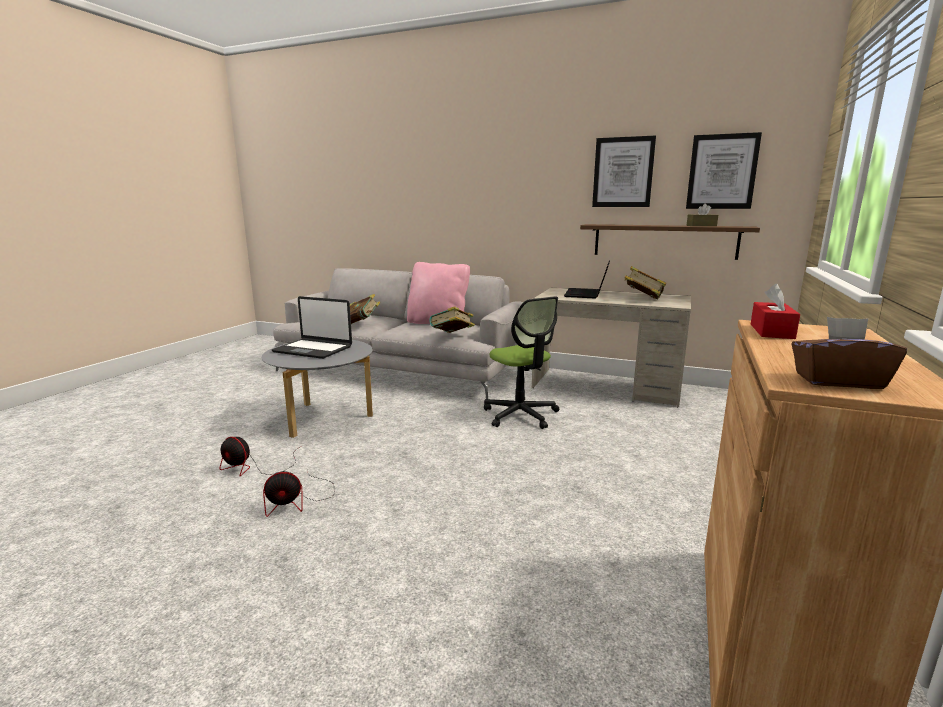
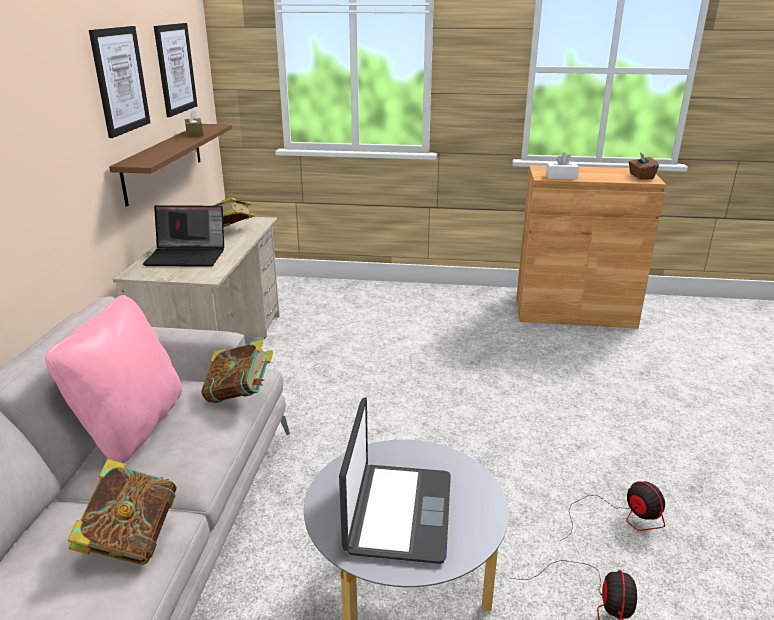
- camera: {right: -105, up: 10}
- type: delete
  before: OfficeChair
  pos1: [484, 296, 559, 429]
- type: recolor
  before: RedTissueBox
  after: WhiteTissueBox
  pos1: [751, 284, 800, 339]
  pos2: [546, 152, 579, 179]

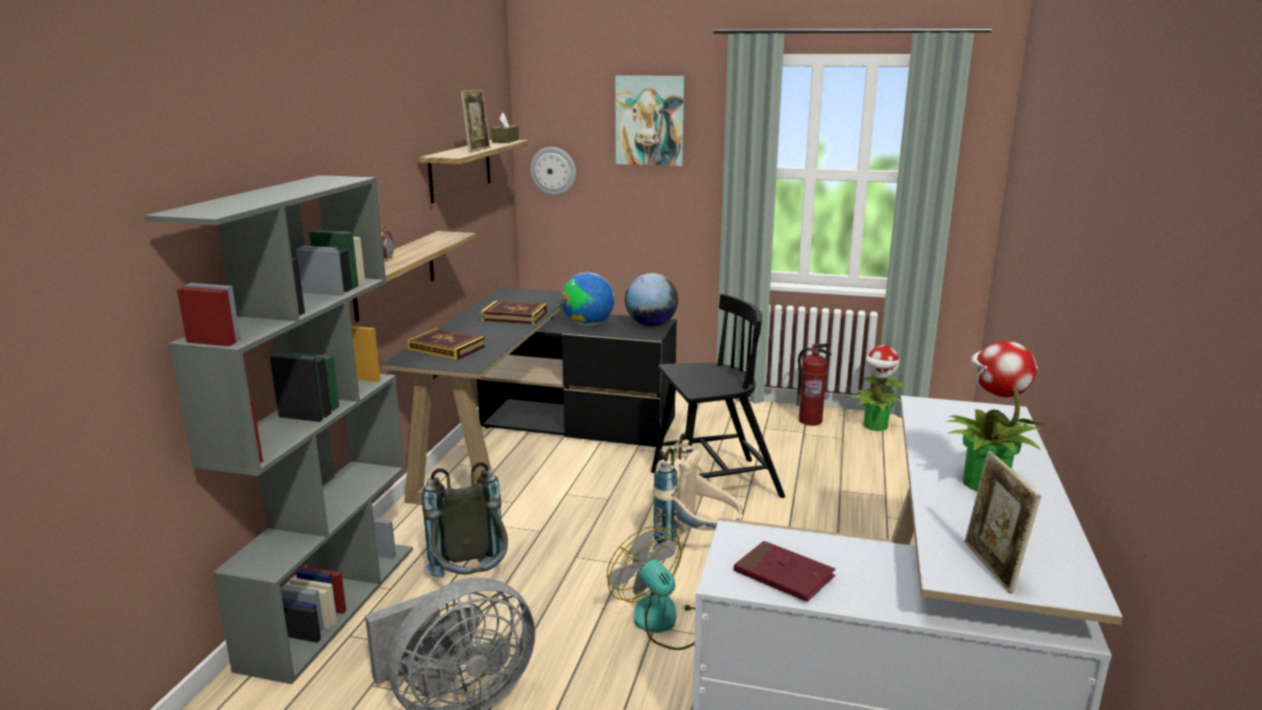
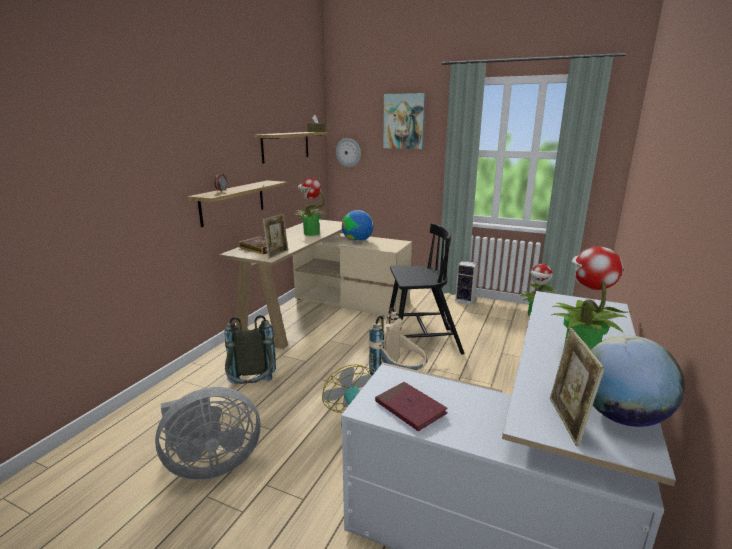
- camera: {right: 10, up: 0}
- type: delete
  before: GreyBookcase
  pos1: [144, 175, 413, 684]
- type: recolor
  before: BlackDesk
  after: BeigeDesk
  pos1: [381, 287, 677, 505]
  pos2: [219, 219, 412, 349]
- type: move
  before: PictureFrame
  pos1: [461, 90, 490, 152]
  pos2: [263, 214, 288, 259]
- type: replace
  before: Book
  after: PottedPlant
  pos1: [480, 301, 547, 324]
  pos2: [293, 178, 326, 236]
- type: move
  before: Globe
  pos1: [625, 273, 678, 327]
  pos2: [591, 335, 685, 427]
- type: delete
  before: FireExtinguisher
  pos1: [797, 343, 832, 426]
- type: insert
  after: Speaker
  pos2: [455, 261, 479, 305]

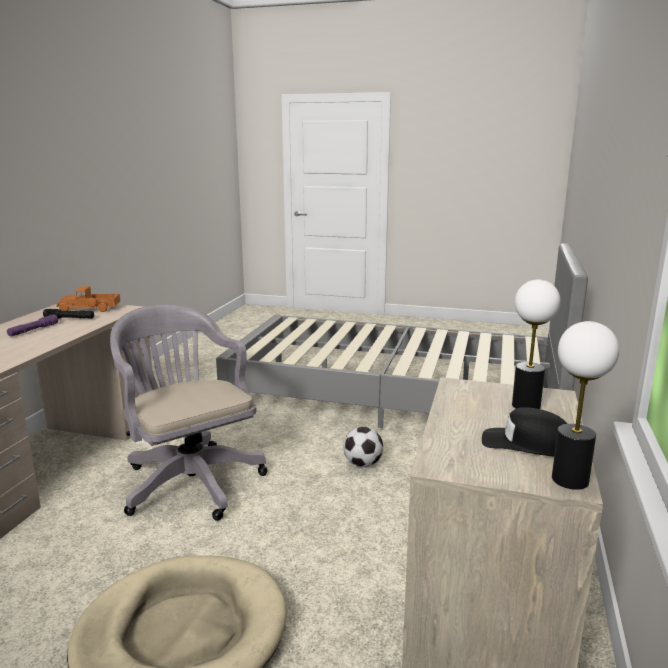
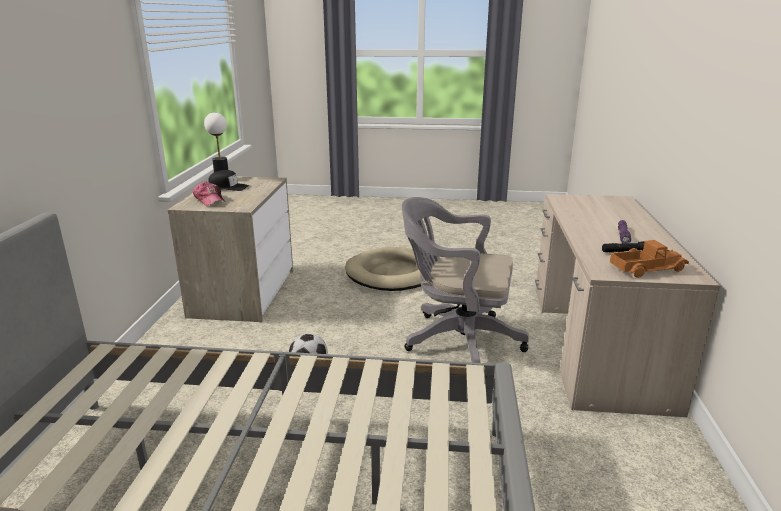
- camera: {right: 170, up: 5}
- type: rotate
  before: GreyOfficeChair
  pos1: [110, 304, 268, 521]
  pos2: [402, 197, 529, 363]
  turn: 150
- type: replace
  before: TableLamp
  after: Cap
  pos1: [512, 279, 561, 409]
  pos2: [193, 181, 226, 206]

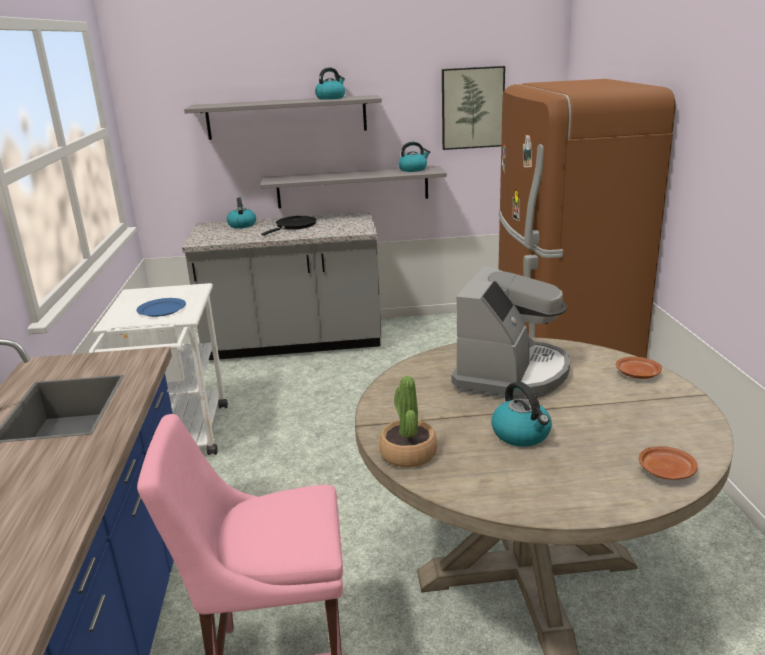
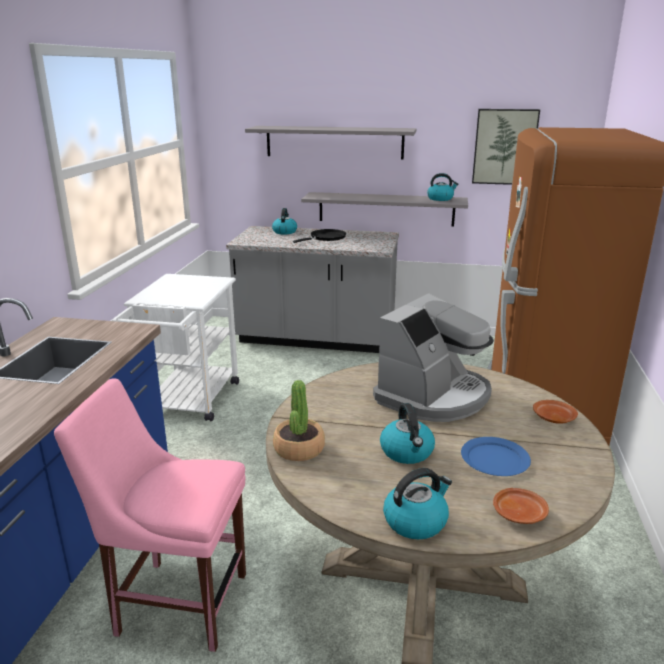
- camera: {right: 15, up: 0}
- type: move
  before: BluePlate
  pos1: [136, 298, 186, 317]
  pos2: [461, 437, 531, 476]
- type: move
  before: Kettle
  pos1: [315, 68, 345, 100]
  pos2: [383, 468, 452, 539]

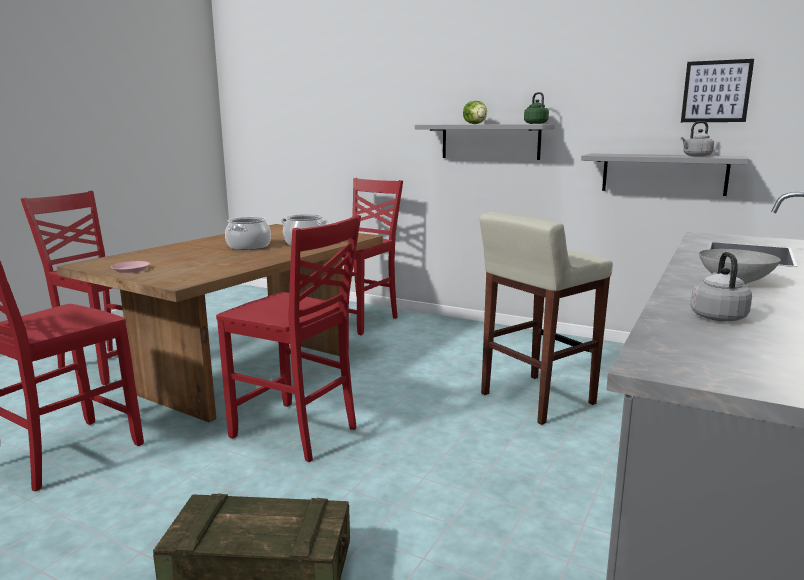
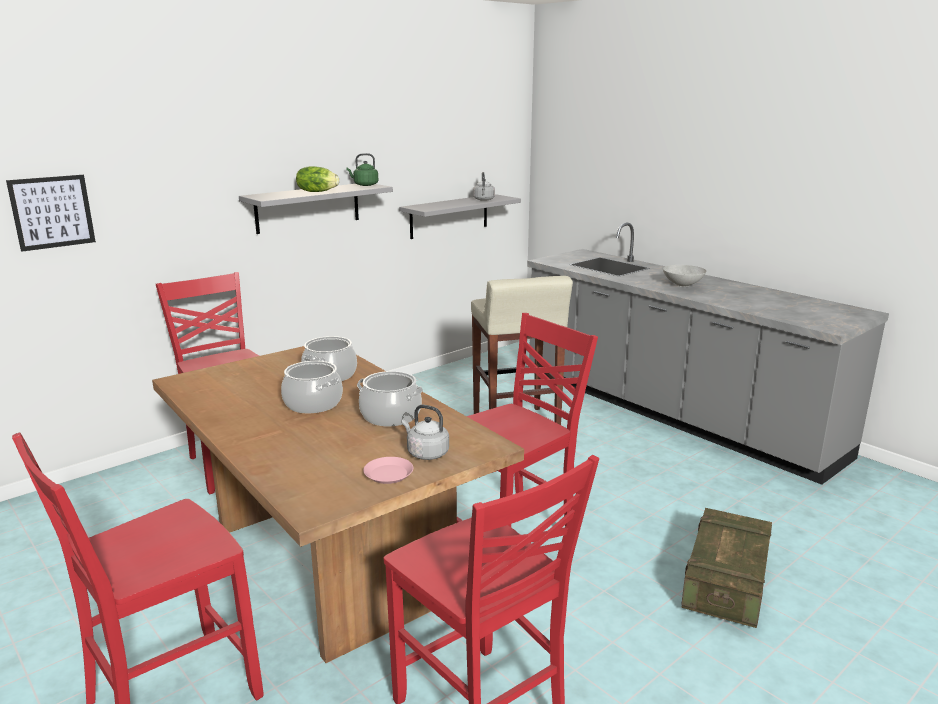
- camera: {right: -70, up: 5}
- type: move
  before: Picture
  pos1: [681, 59, 754, 122]
  pos2: [6, 175, 96, 252]
- type: move
  before: GreyKettle
  pos1: [690, 252, 752, 321]
  pos2: [402, 405, 449, 460]
- type: insert
  after: CookingPot
  pos2: [357, 371, 423, 426]

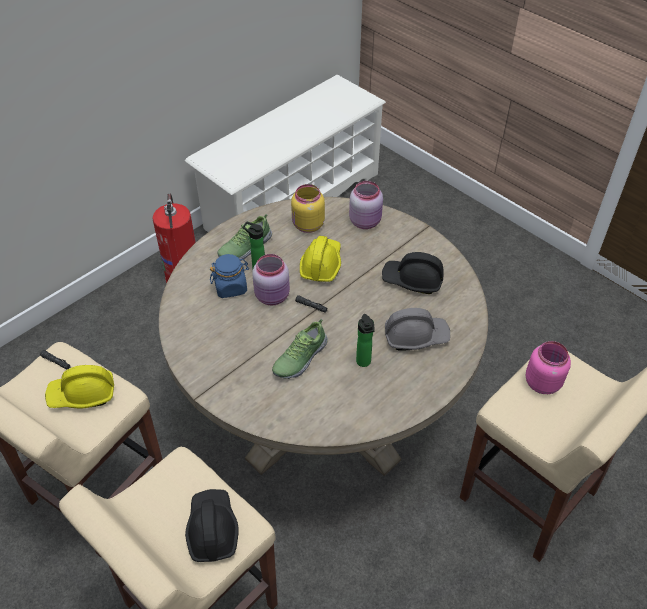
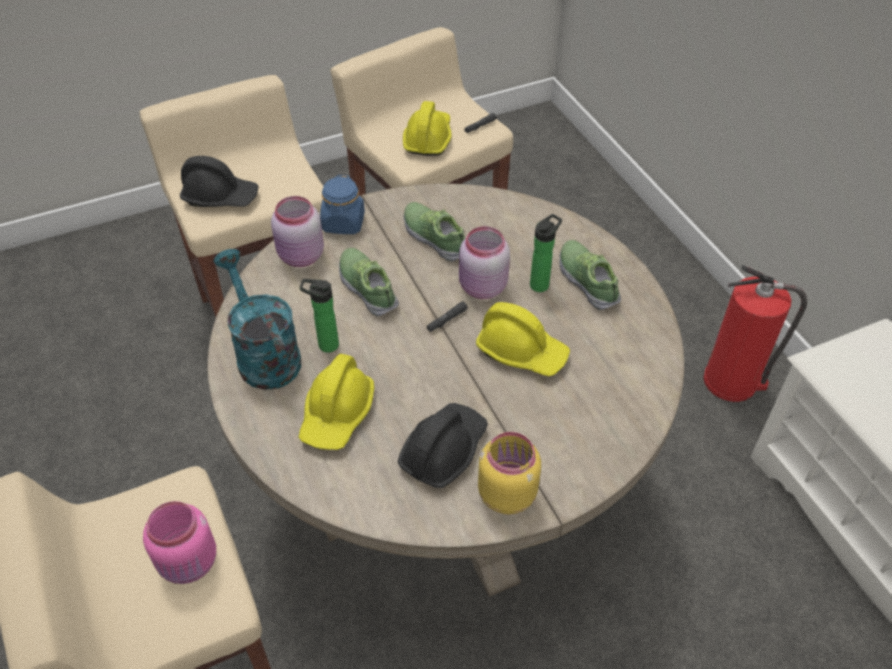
- camera: {right: 110, up: 0}
- type: move
  before: BlueJar
  pos1: [210, 254, 249, 298]
  pos2: [320, 175, 365, 234]
- type: move
  before: YellowJar
  pos1: [291, 184, 325, 233]
  pos2: [478, 432, 541, 515]
- type: move
  before: PinkJar
  pos1: [349, 181, 383, 229]
  pos2: [271, 196, 324, 267]
- type: recolor
  before: GreyHardHat
  after: YellowHardHat
  pos1: [385, 308, 450, 351]
  pos2: [299, 354, 374, 450]
- type: insert
  after: TurquoiseWateringCan
  pos2: [213, 249, 301, 390]
- type: insert
  after: Shoe
  pos2: [404, 202, 465, 262]

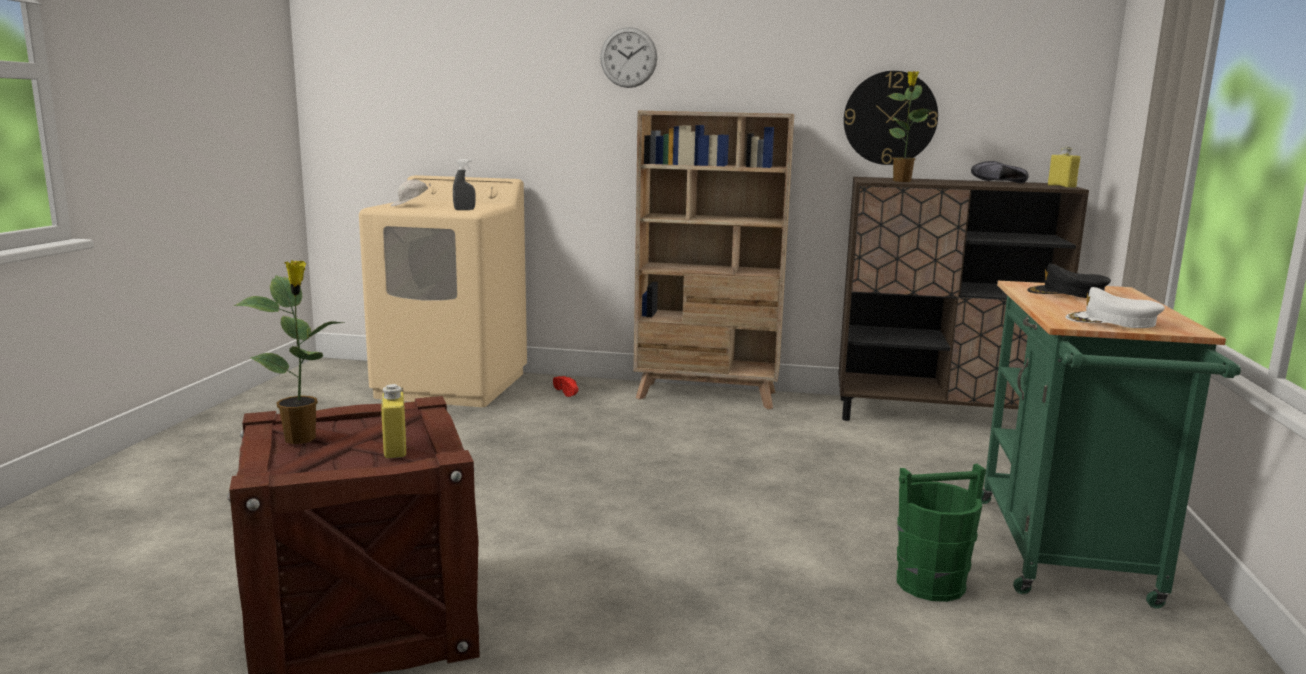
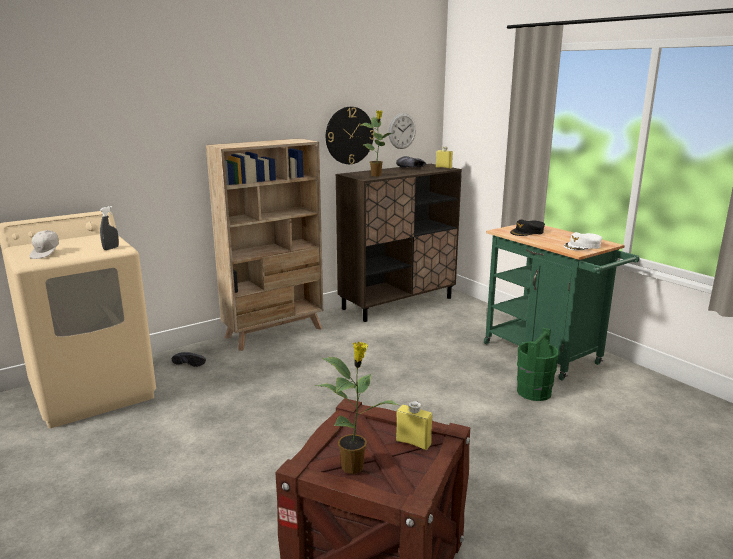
- camera: {right: -45, up: 5}
- type: recolor
  before: RedShoe
  after: BlackShoe
  pos1: [553, 376, 578, 397]
  pos2: [172, 352, 206, 367]
- type: move
  before: WallClock
  pos1: [600, 27, 657, 88]
  pos2: [388, 113, 416, 149]

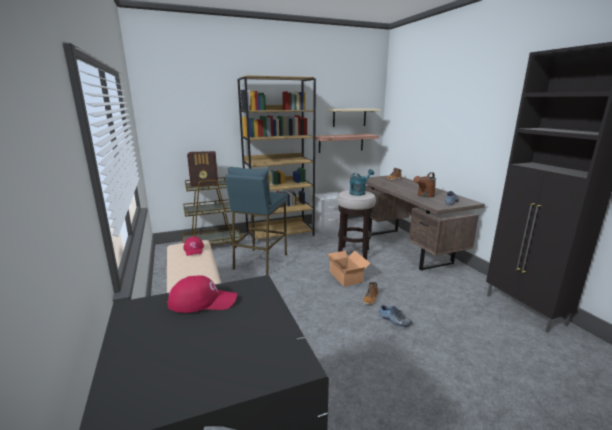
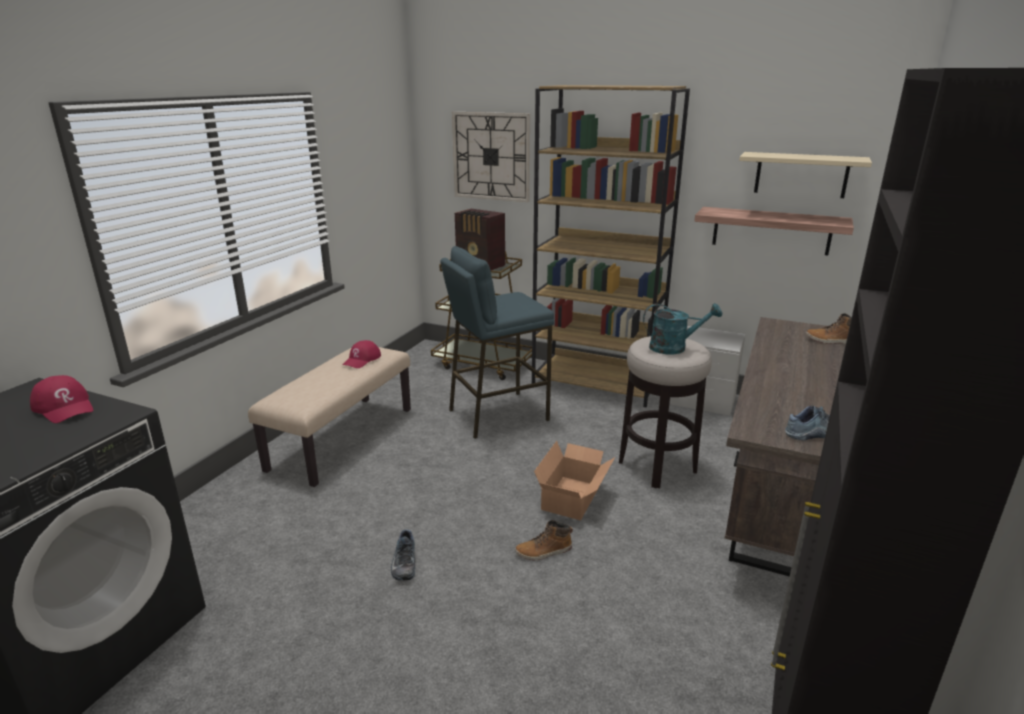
- camera: {right: 45, up: 5}
- type: move
  before: Shoe
  pos1: [379, 305, 412, 327]
  pos2: [391, 529, 415, 580]
- type: delete
  before: BrownWateringCan
  pos1: [414, 172, 436, 197]
- type: insert
  after: WallClock
  pos2: [452, 112, 530, 202]

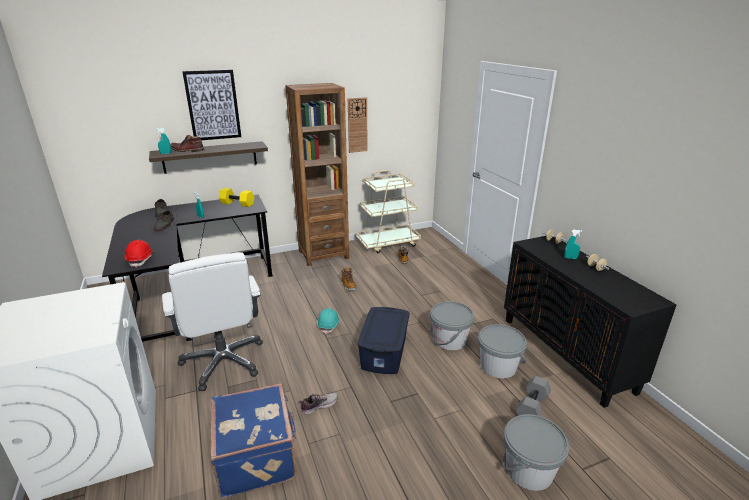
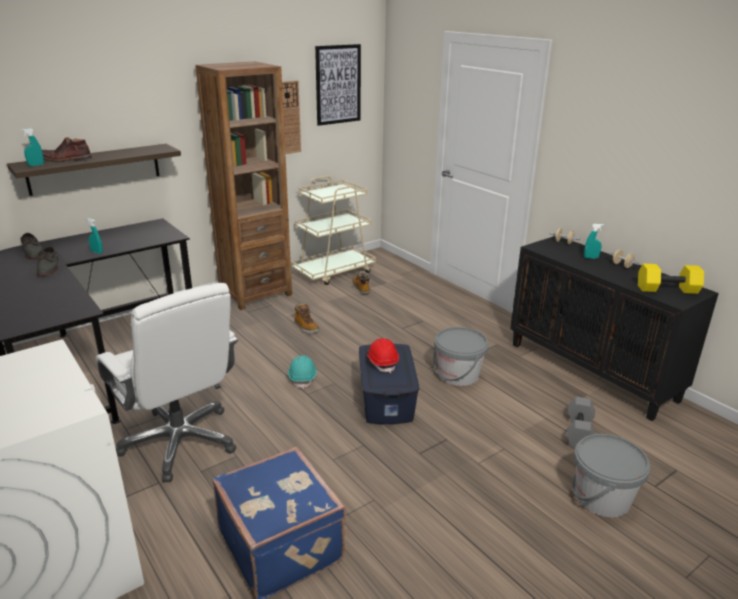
- camera: {right: -15, up: 0}
- type: move
  before: RedHardHat
  pos1: [125, 240, 155, 268]
  pos2: [366, 338, 399, 373]
- type: move
  before: Picture
  pos1: [182, 70, 241, 140]
  pos2: [315, 44, 361, 126]
- type: move
  before: YellowDumbbell
  pos1: [219, 188, 254, 207]
  pos2: [638, 264, 704, 294]
- type: delete
  before: Shoe
  pos1: [299, 393, 338, 415]
- type: delete
  before: GreyBucket
  pos1: [478, 324, 527, 379]

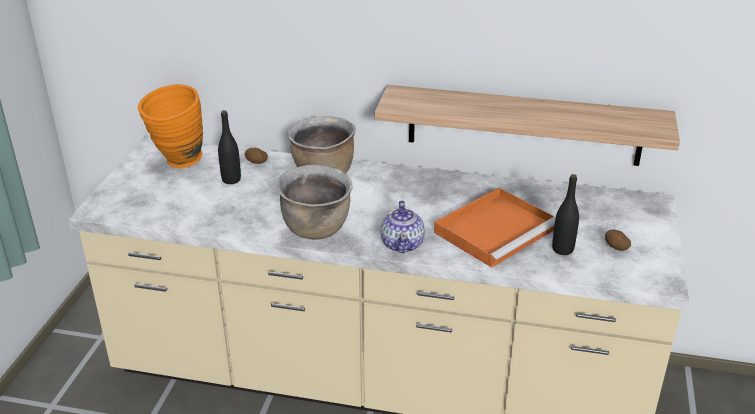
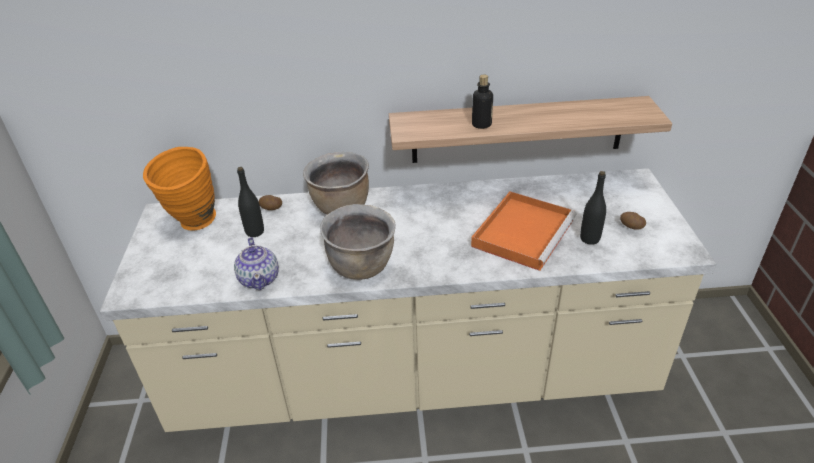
- camera: {right: -15, up: 5}
- type: move
  before: Teapot
  pos1: [380, 201, 425, 253]
  pos2: [234, 237, 279, 290]
- type: insert
  after: Bottle
  pos2: [472, 75, 493, 129]

